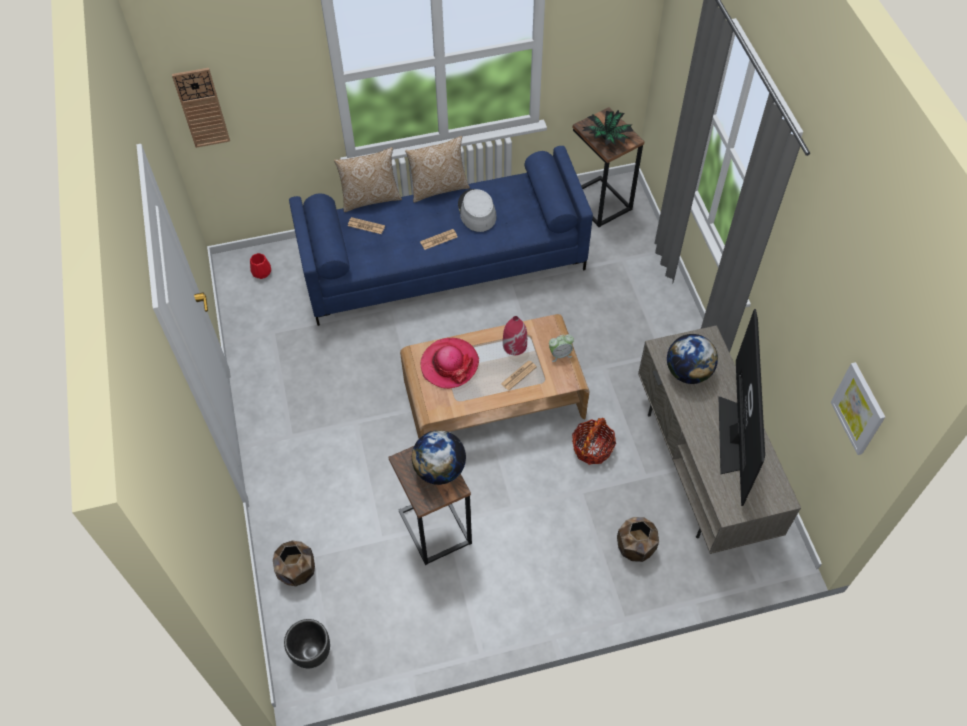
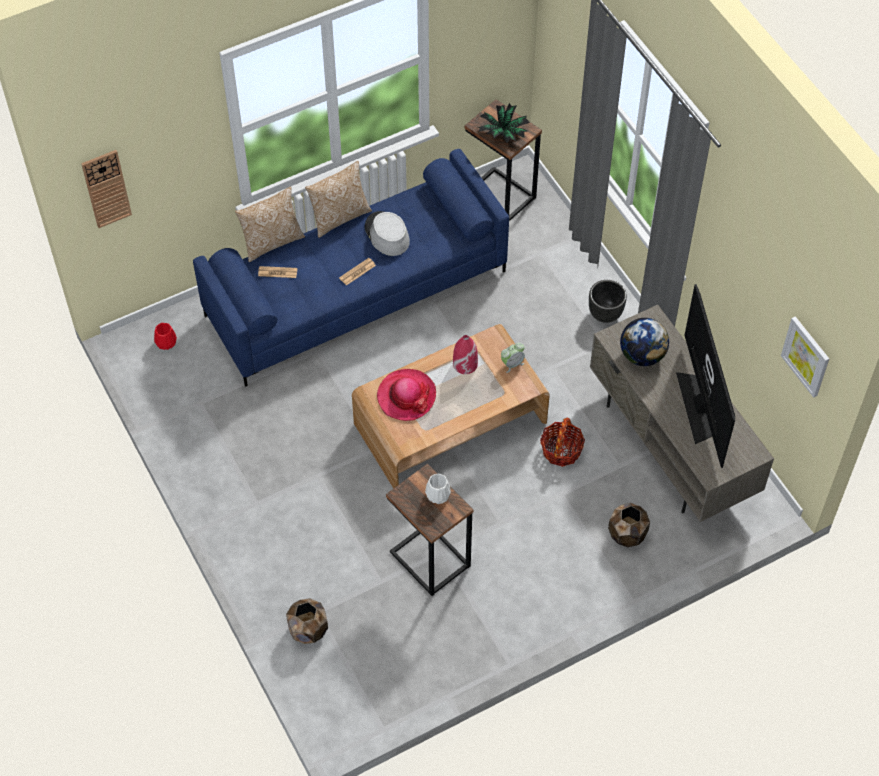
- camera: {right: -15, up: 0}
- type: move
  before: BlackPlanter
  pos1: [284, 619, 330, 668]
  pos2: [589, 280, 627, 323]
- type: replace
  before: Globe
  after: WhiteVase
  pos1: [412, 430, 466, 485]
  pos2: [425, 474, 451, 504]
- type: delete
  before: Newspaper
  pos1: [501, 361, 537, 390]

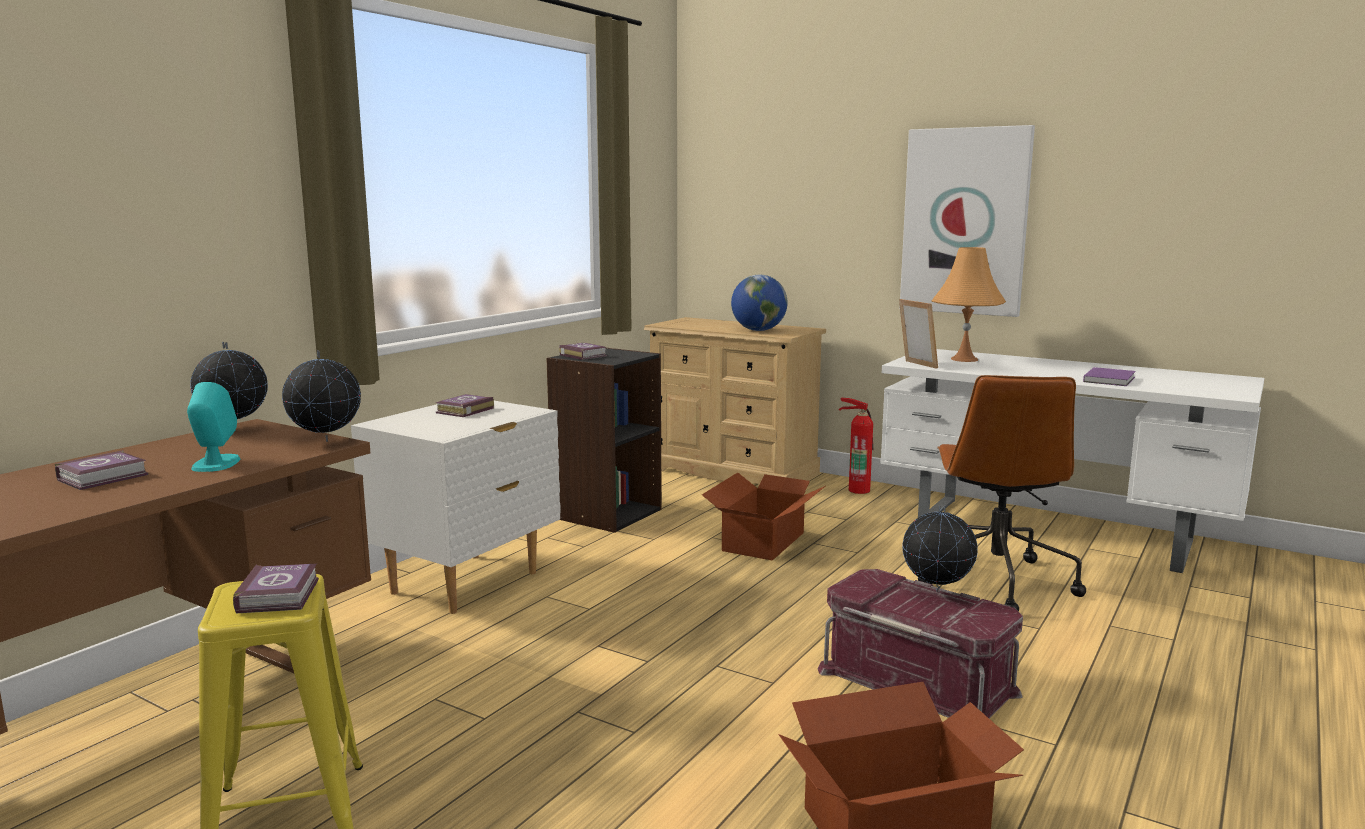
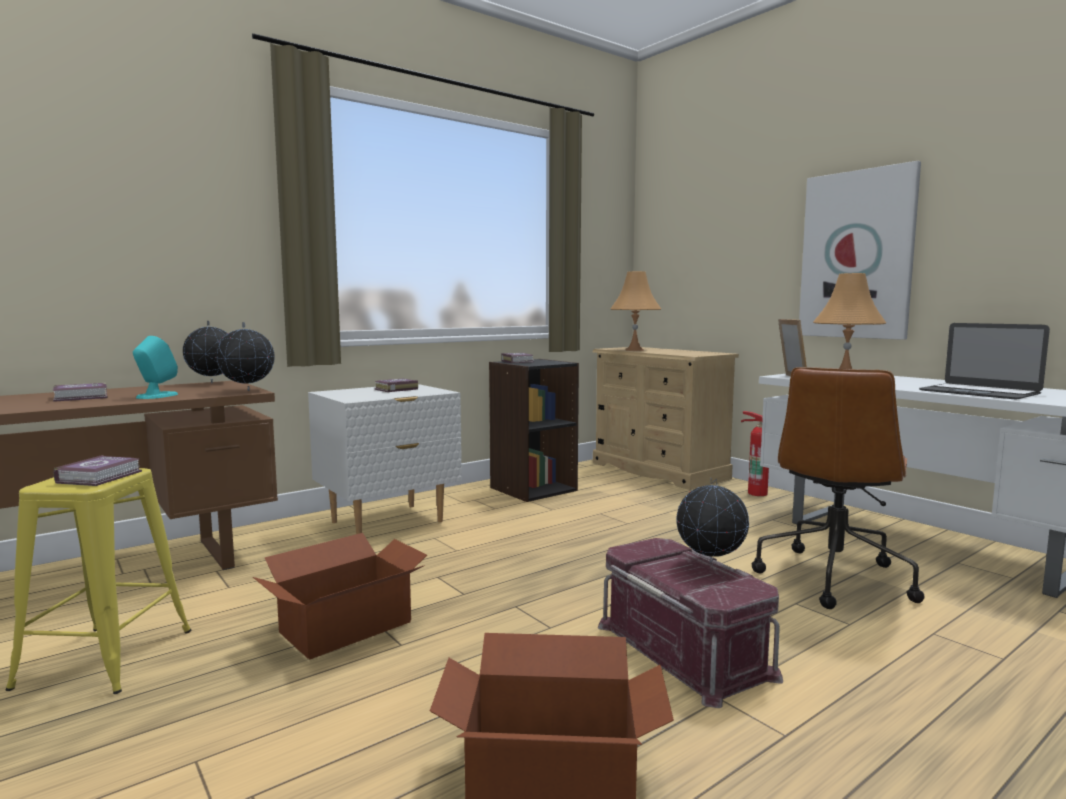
- camera: {right: 20, up: -5}
- type: move
  before: CardboardBox
  pos1: [702, 472, 825, 560]
  pos2: [253, 533, 427, 660]
- type: delete
  before: Globe
  pos1: [731, 275, 788, 331]
- type: replace
  before: PurpleBook
  after: Laptop
  pos1: [1083, 367, 1136, 386]
  pos2: [919, 323, 1050, 399]
- type: insert
  after: OrangeTableLamp
  pos2: [610, 271, 661, 351]

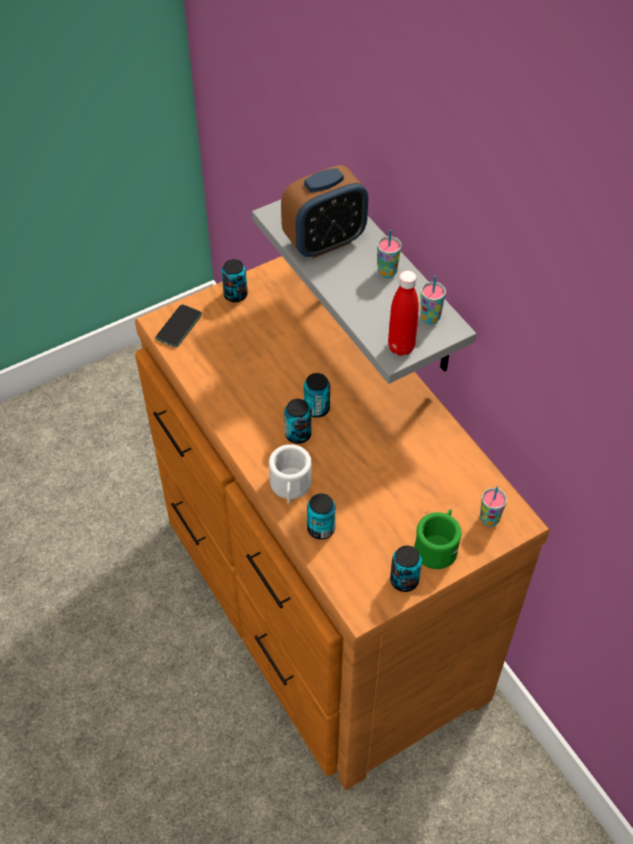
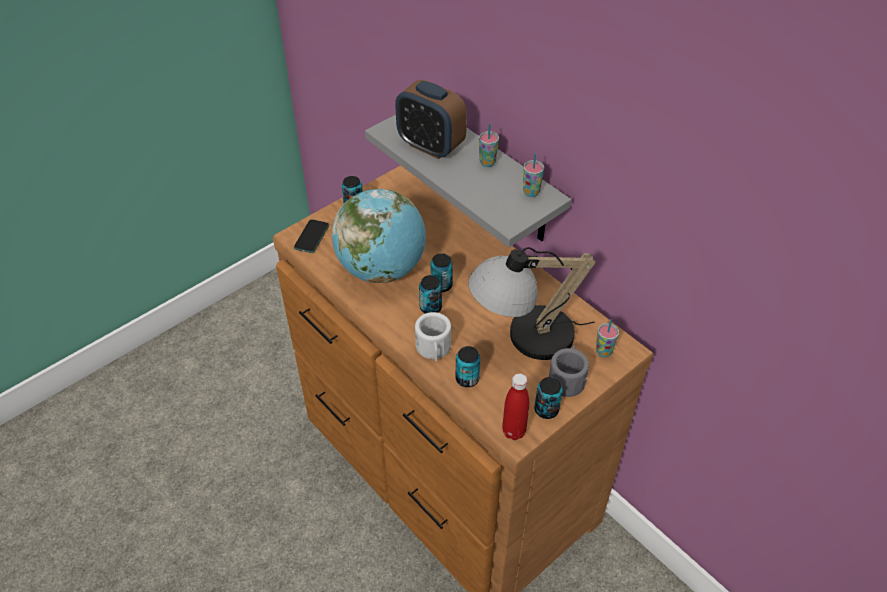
- camera: {right: -10, up: -5}
- type: rotate
  before: AlarmClock
  pos1: [281, 165, 368, 258]
  pos2: [395, 79, 467, 159]
  turn: 75
- type: move
  before: RedBottle
  pos1: [388, 270, 419, 356]
  pos2: [502, 373, 529, 440]
- type: recolor
  before: GreenMug
  after: GreyMug
  pos1: [414, 509, 461, 569]
  pos2: [549, 345, 589, 397]
- type: insert
  after: Globe
  pos2: [331, 189, 426, 283]
- type: insert
  after: TableLamp
  pos2: [468, 247, 596, 360]

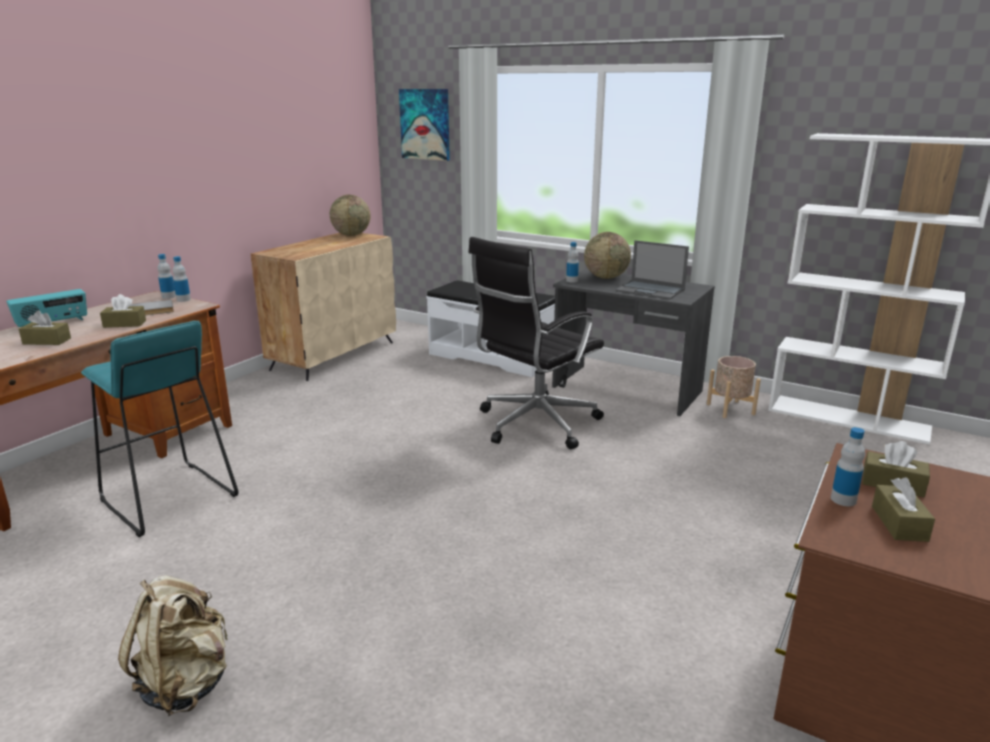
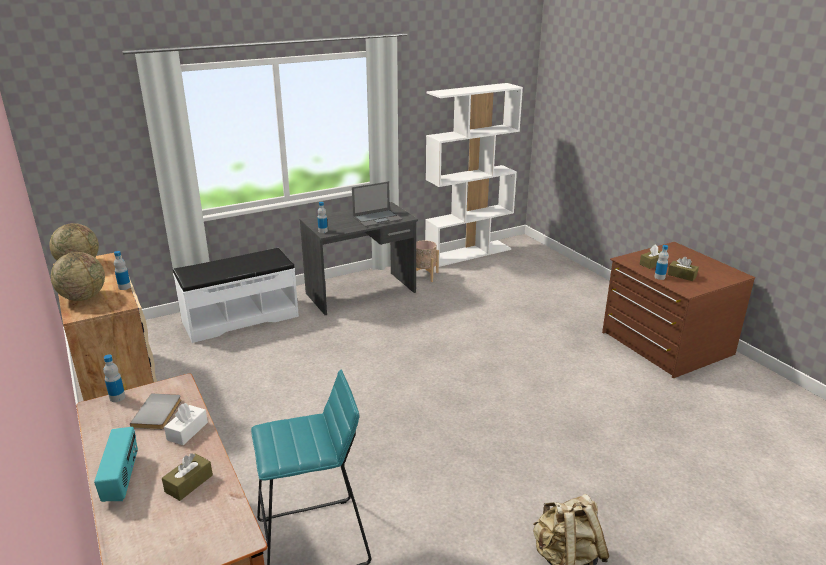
- camera: {right: -60, up: 5}
- type: recolor
  before: BrownTissueBox
  after: WhiteTissueBox
  pos1: [100, 294, 146, 328]
  pos2: [164, 403, 208, 445]
- type: move
  before: Bottle
  pos1: [173, 256, 191, 302]
  pos2: [114, 251, 131, 290]
- type: delete
  before: Picture
  pos1: [399, 89, 450, 161]
- type: delete
  before: BlackOfficeChair
  pos1: [468, 237, 604, 449]
- type: move
  before: Globe
  pos1: [584, 232, 631, 279]
  pos2: [51, 252, 105, 301]

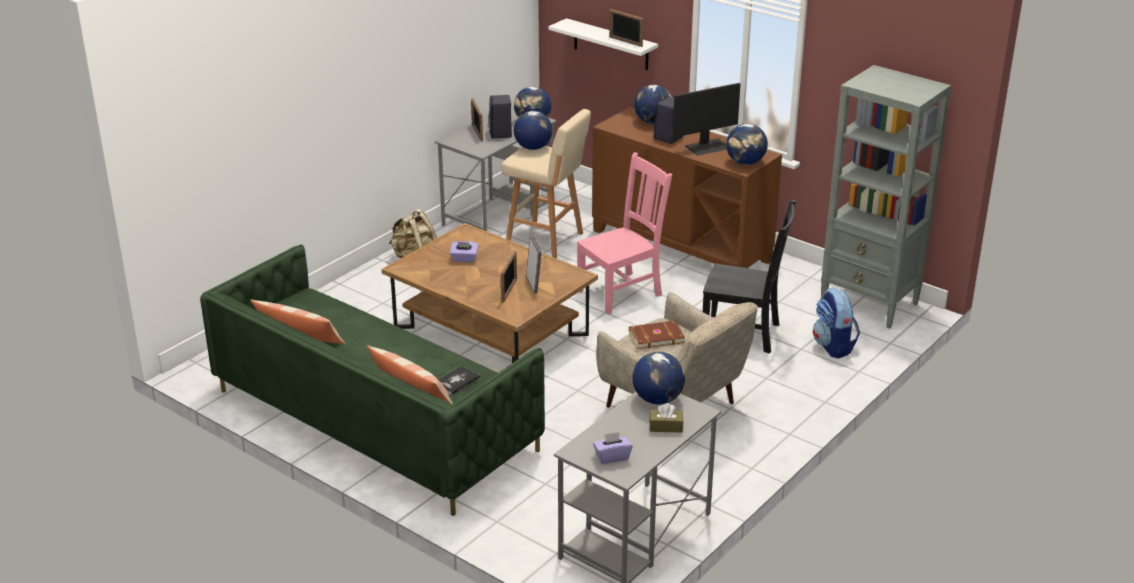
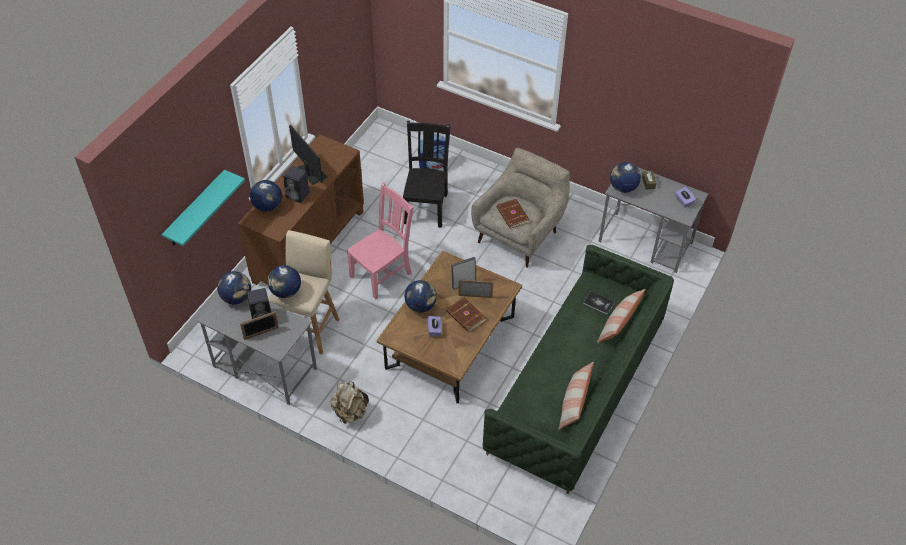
- camera: {right: -100, up: 20}
- type: recolor
  before: WhiteShelf
  after: TurquoiseShelf
  pos1: [549, 18, 658, 70]
  pos2: [162, 170, 245, 246]
- type: rotate
  before: PinkChair
  pos1: [577, 152, 672, 315]
  pos2: [347, 182, 414, 299]
  turn: 90
- type: delete
  before: PictureFrame
  pos1: [609, 9, 643, 47]
- type: move
  before: Globe
  pos1: [726, 123, 768, 165]
  pos2: [405, 280, 437, 313]
- type: delete
  before: GreyBookcase
  pos1: [820, 65, 951, 329]
- type: insert
  after: BrownBook
  pos2: [446, 297, 486, 332]

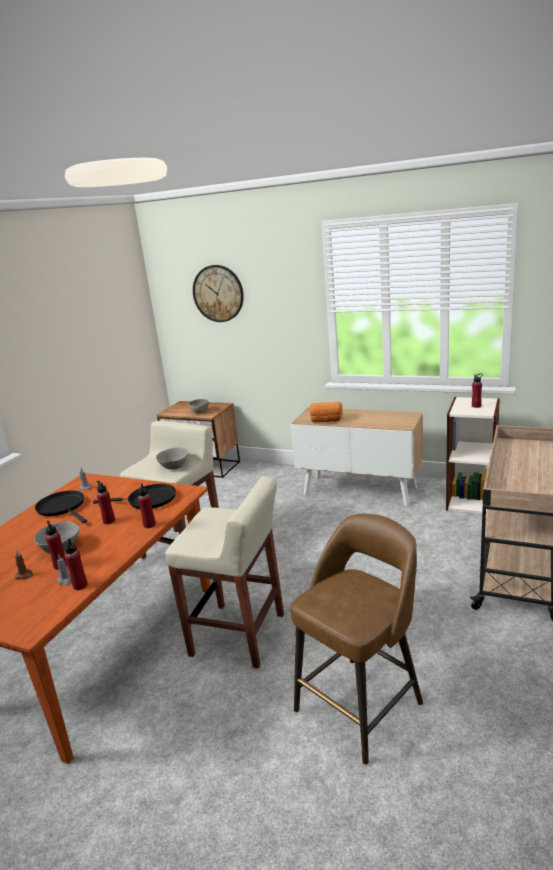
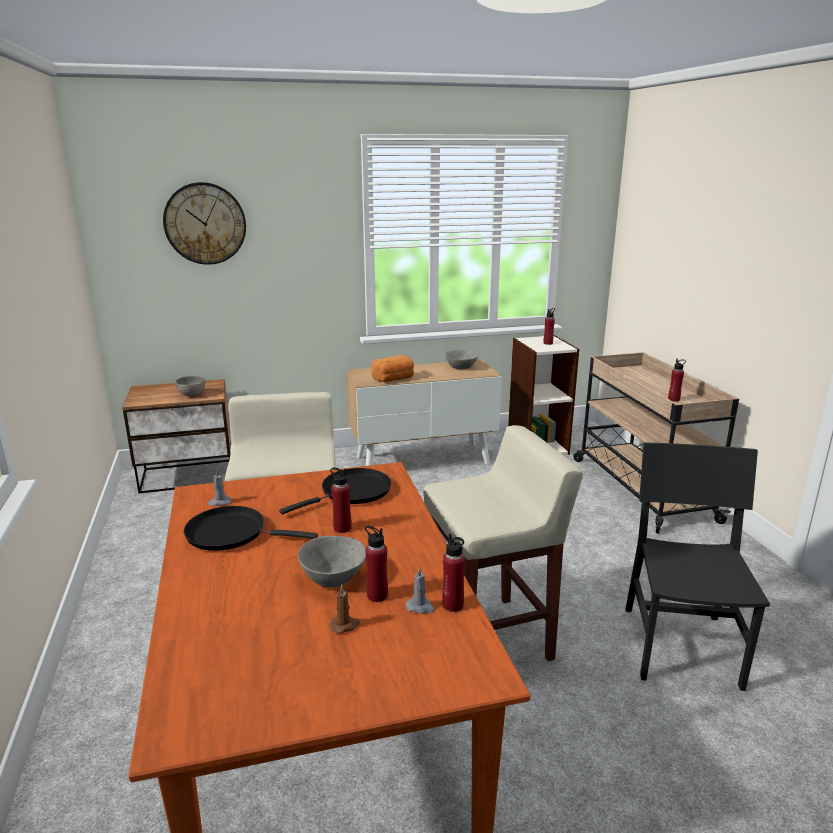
- camera: {right: -40, up: 0}
- type: move
  before: RedBottle
  pos1: [138, 483, 156, 528]
  pos2: [668, 359, 686, 401]
- type: move
  before: GreyBowl
  pos1: [156, 447, 188, 470]
  pos2: [445, 350, 478, 369]
- type: replace
  before: BrownStool
  after: BlackChair
  pos1: [291, 514, 423, 764]
  pos2: [626, 443, 770, 691]

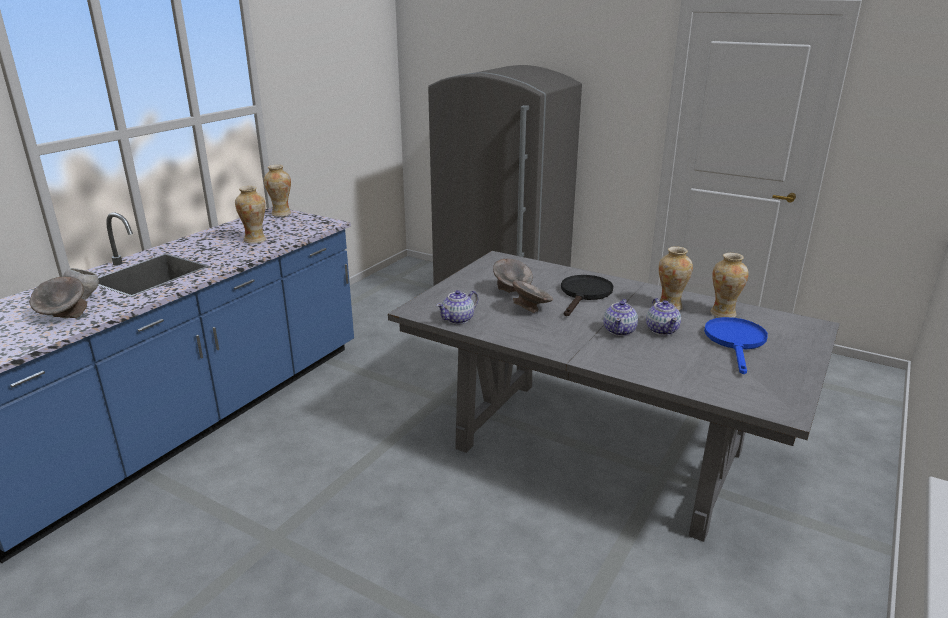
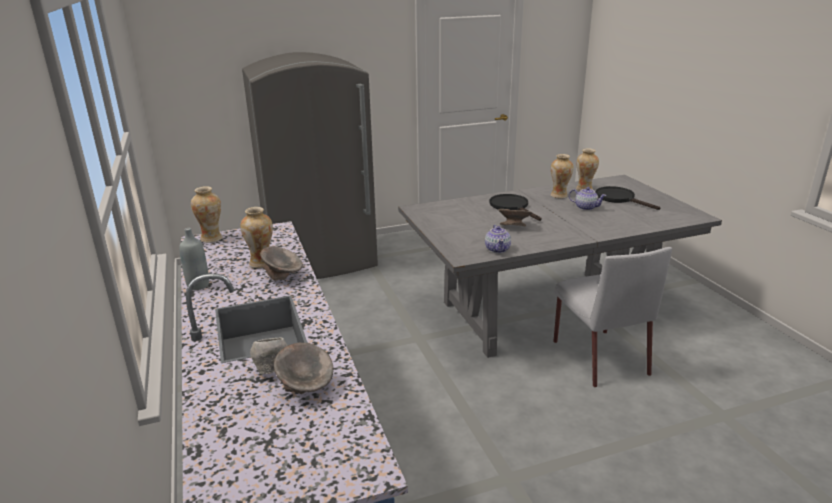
- camera: {right: -50, up: 0}
- type: move
  before: GreyBowl
  pos1: [493, 259, 533, 293]
  pos2: [260, 246, 303, 281]
- type: delete
  before: Teapot
  pos1: [604, 299, 638, 336]
- type: recolor
  before: BlueFryingPan
  after: BlackFryingPan
  pos1: [704, 317, 768, 374]
  pos2: [596, 186, 660, 210]
- type: insert
  after: GreyBottle
  pos2: [179, 228, 209, 290]
- type: insert
  after: GreyChair
  pos2: [553, 247, 672, 387]

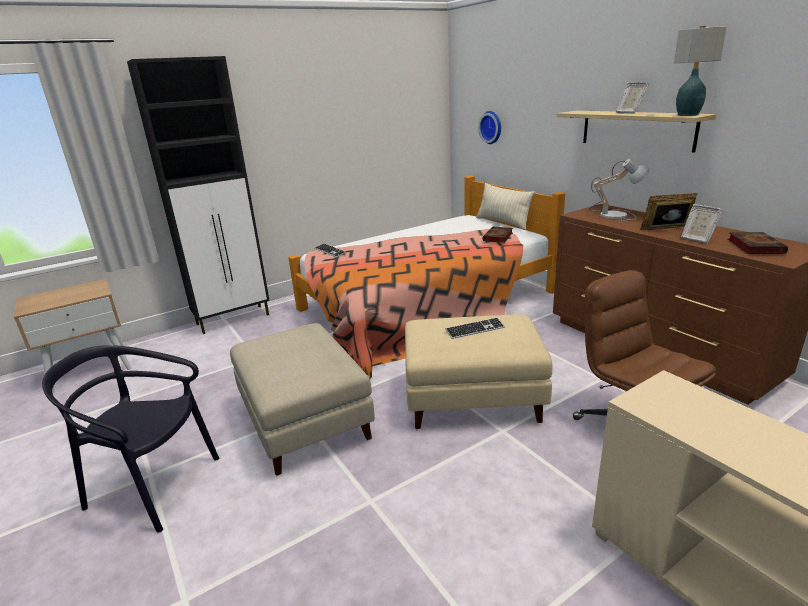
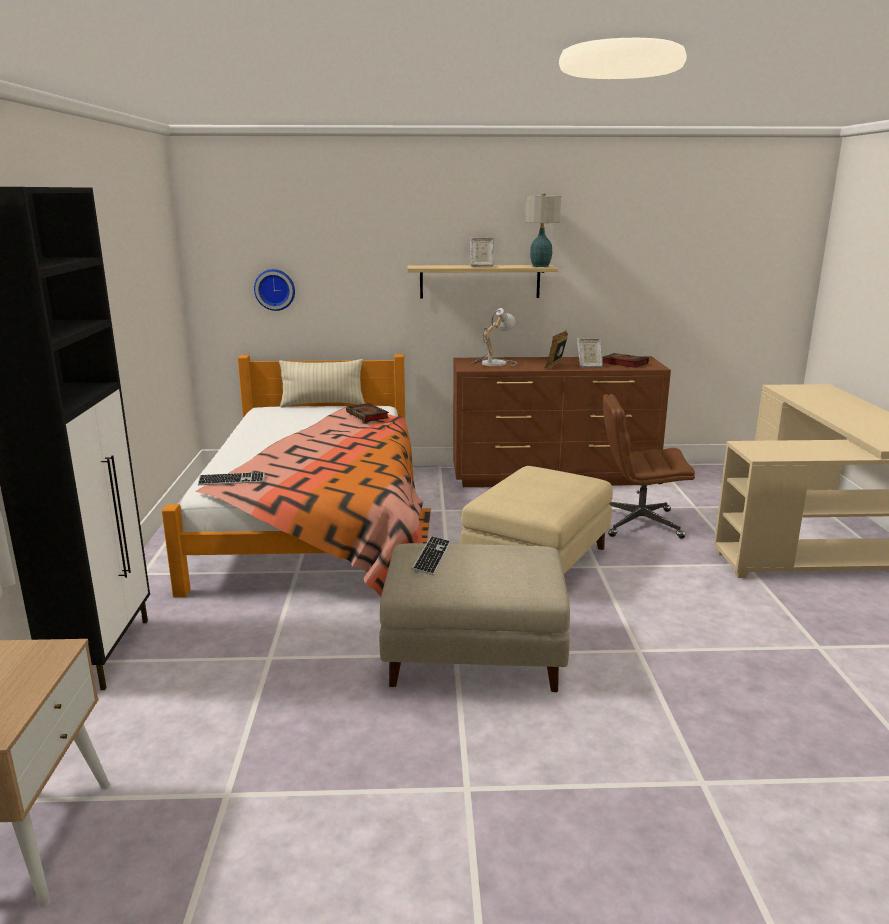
- camera: {right: -60, up: -5}
- type: delete
  before: BlackChair
  pos1: [42, 345, 219, 532]
- type: move
  before: Keyboard
  pos1: [445, 317, 505, 339]
  pos2: [412, 536, 451, 575]

